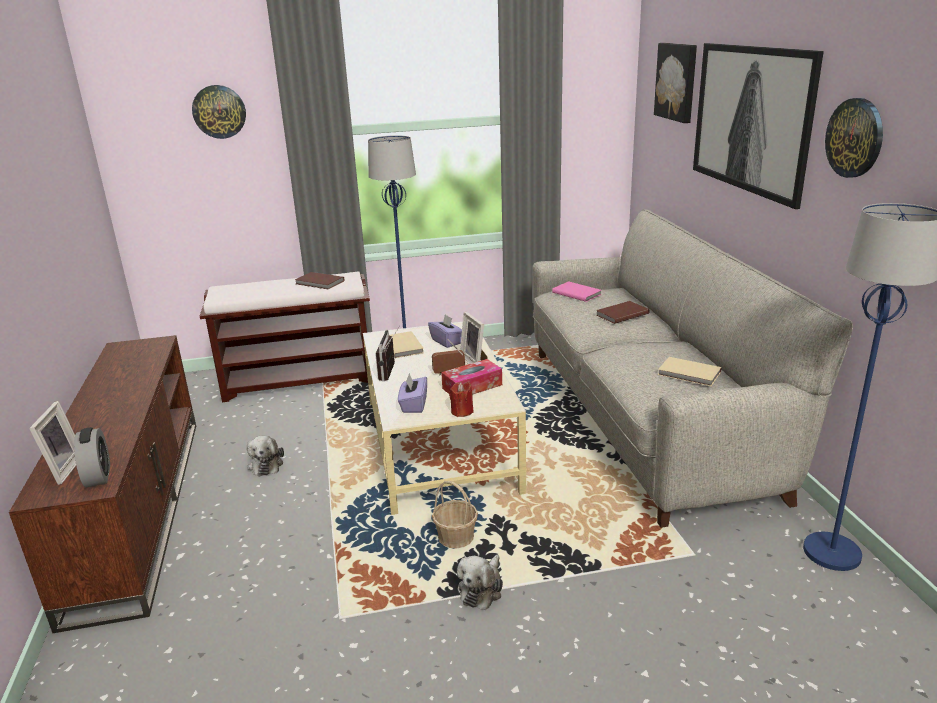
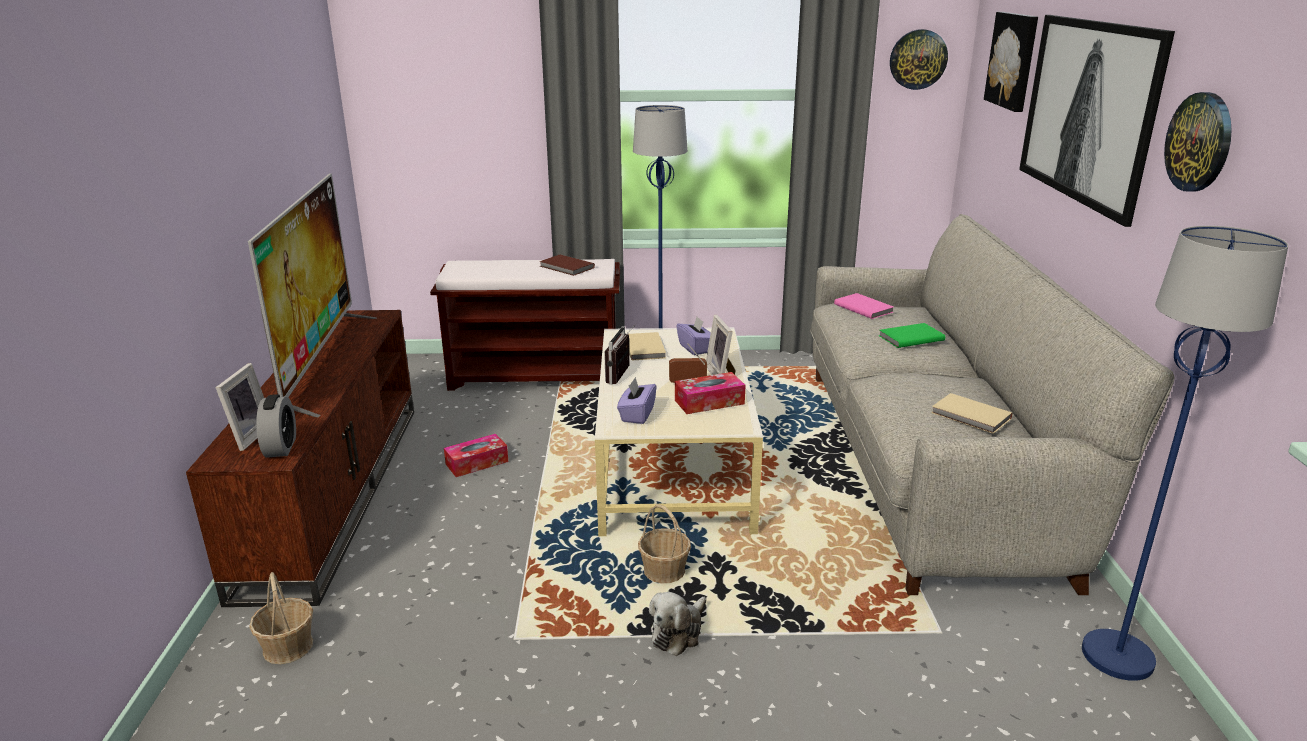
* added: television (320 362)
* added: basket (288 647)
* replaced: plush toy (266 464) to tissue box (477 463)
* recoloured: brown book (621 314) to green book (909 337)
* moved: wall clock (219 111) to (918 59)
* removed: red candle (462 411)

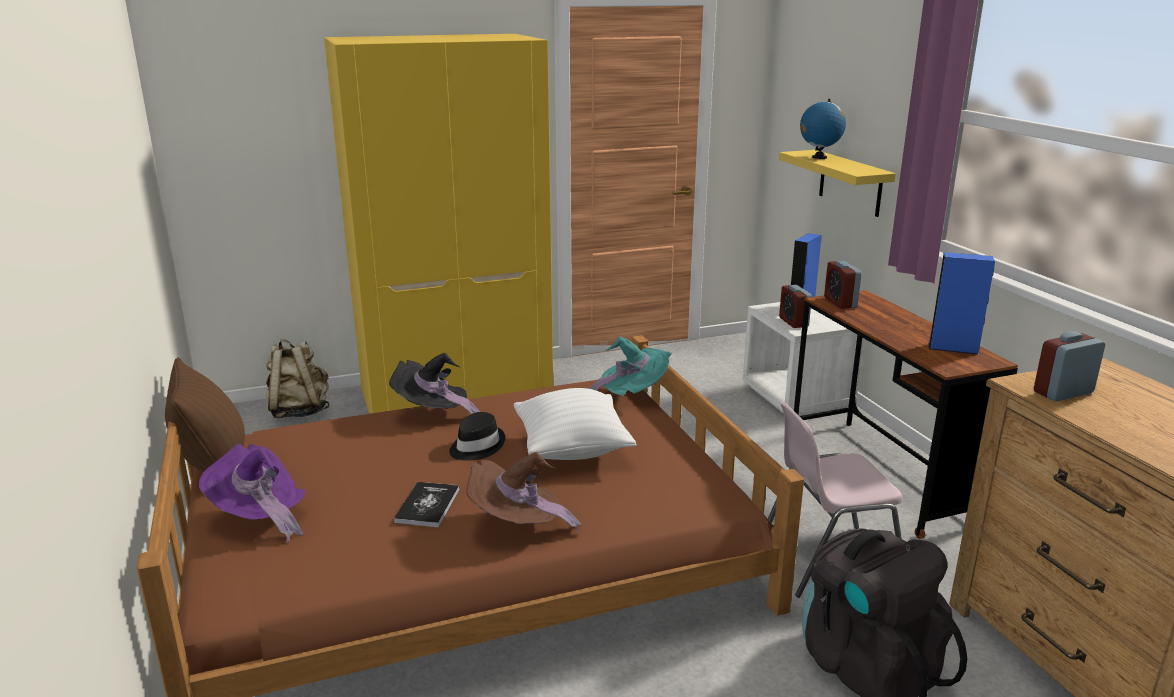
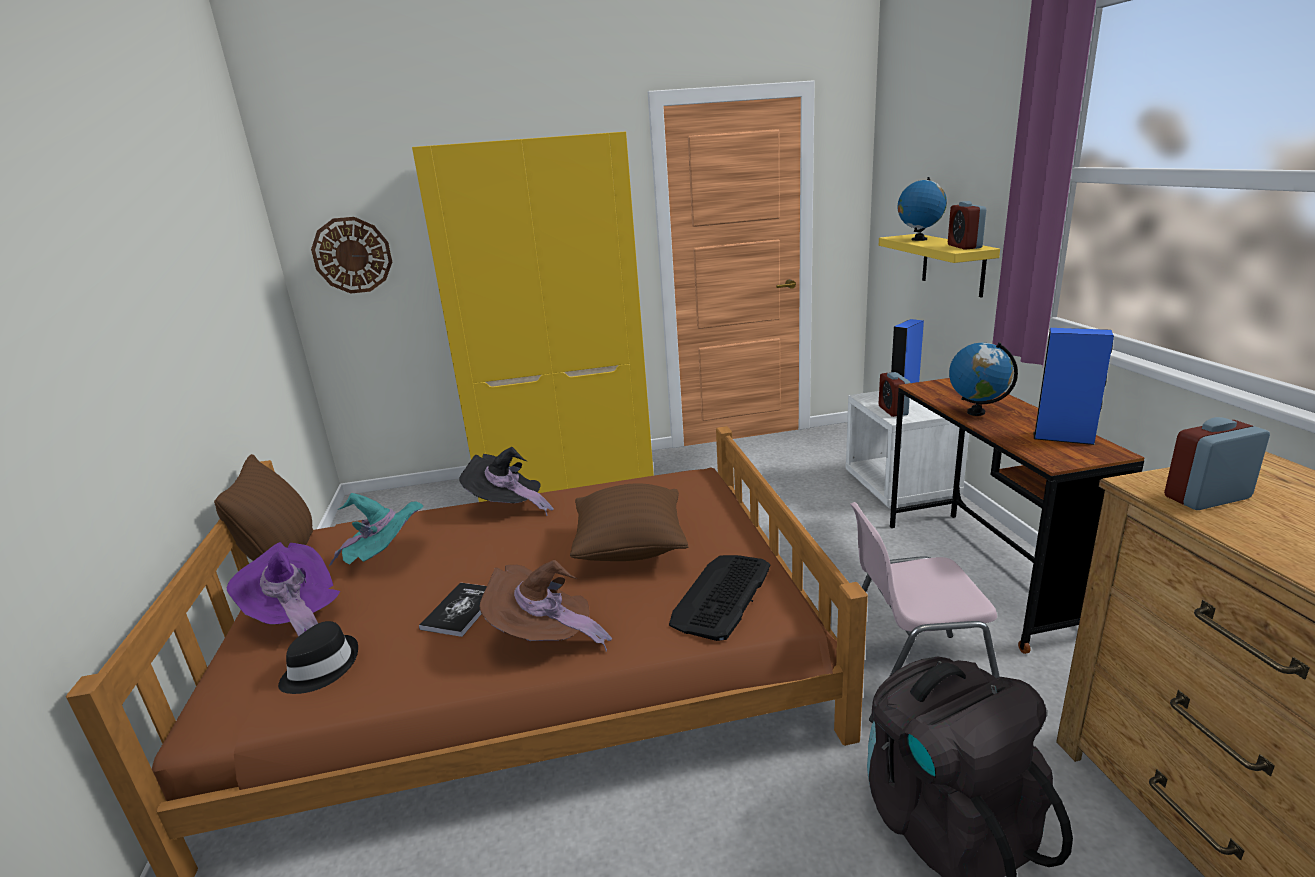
* moved: black hat (476 446) to (321 668)
* added: wall clock (352 255)
* moved: turquoise hat (632 395) to (386 558)
* recoloured: white pillow (572 450) to brown pillow (630 549)
* added: keyboard (721 596)
* moved: alarm clock (840 302) to (964 246)
* added: globe (976 412)
* removed: beige backpack (299 411)

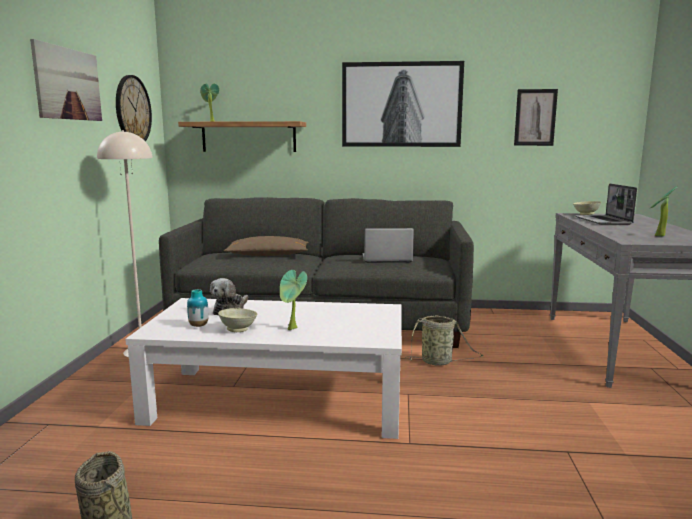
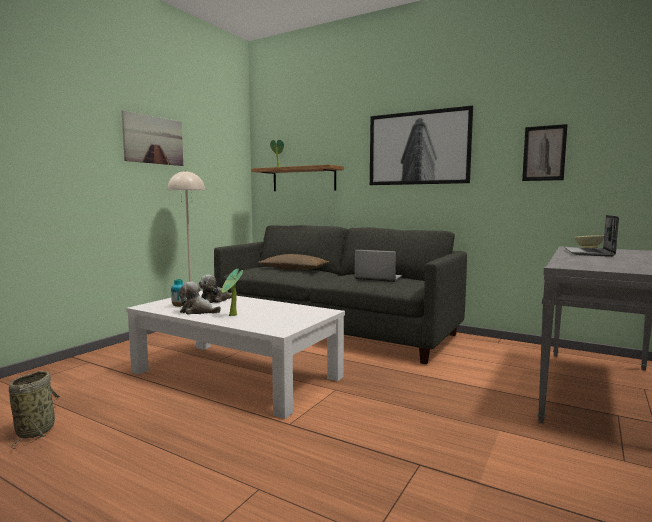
* replaced: beige bowl (239 330) to plush toy (198 311)
* removed: wall clock (132 110)
* removed: basket (438 362)
* removed: potted plant (658 236)

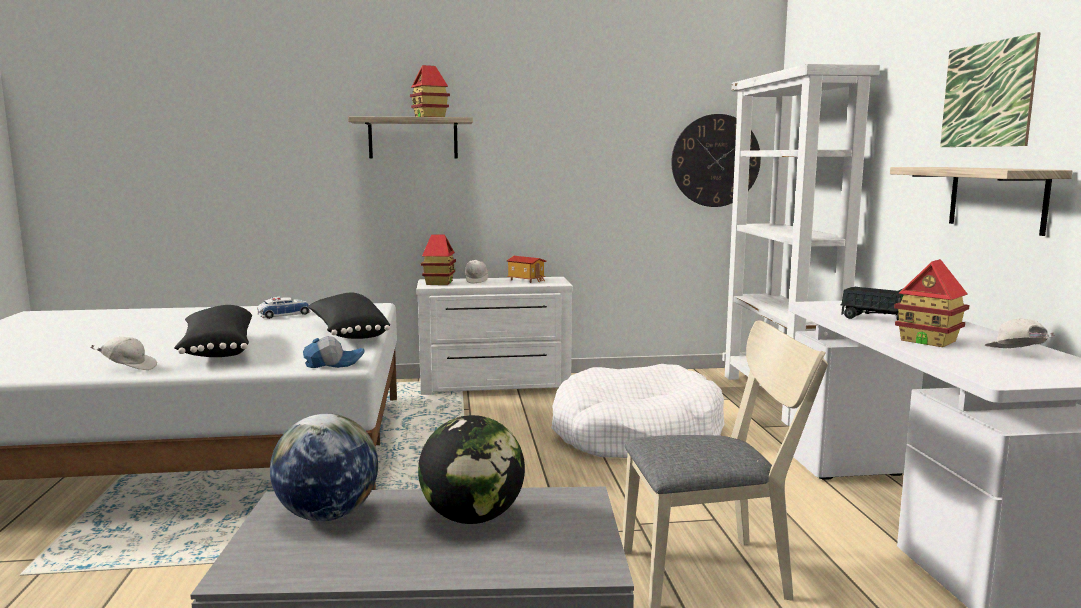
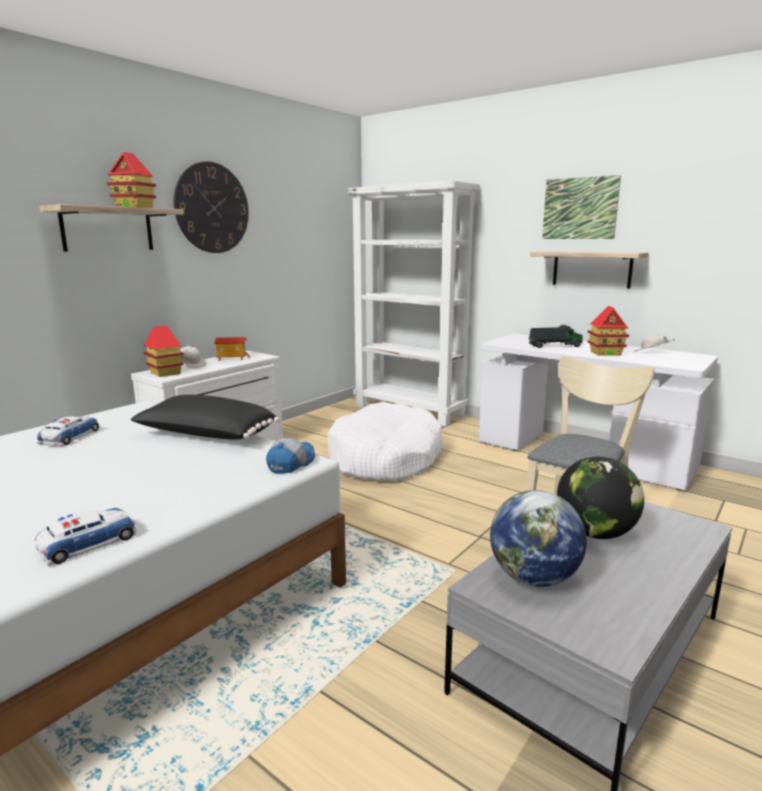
* replaced: white cap (129 368) to toy car (87 543)
* moved: wall clock (715 160) to (212 208)
* removed: black pillow (216 350)

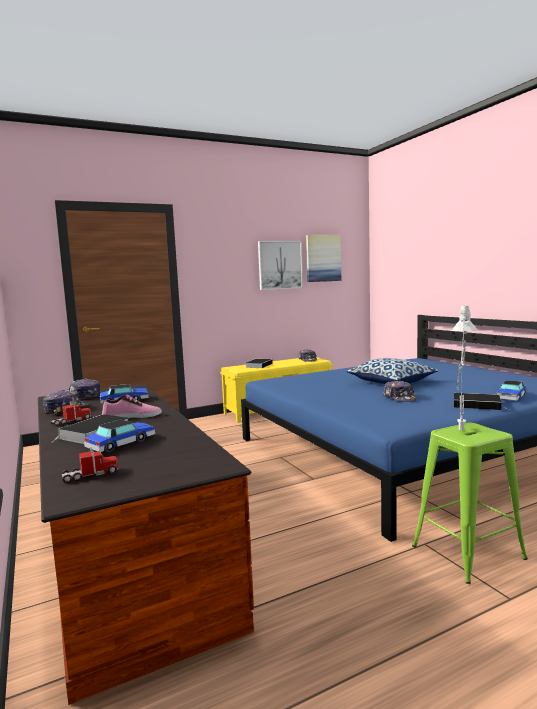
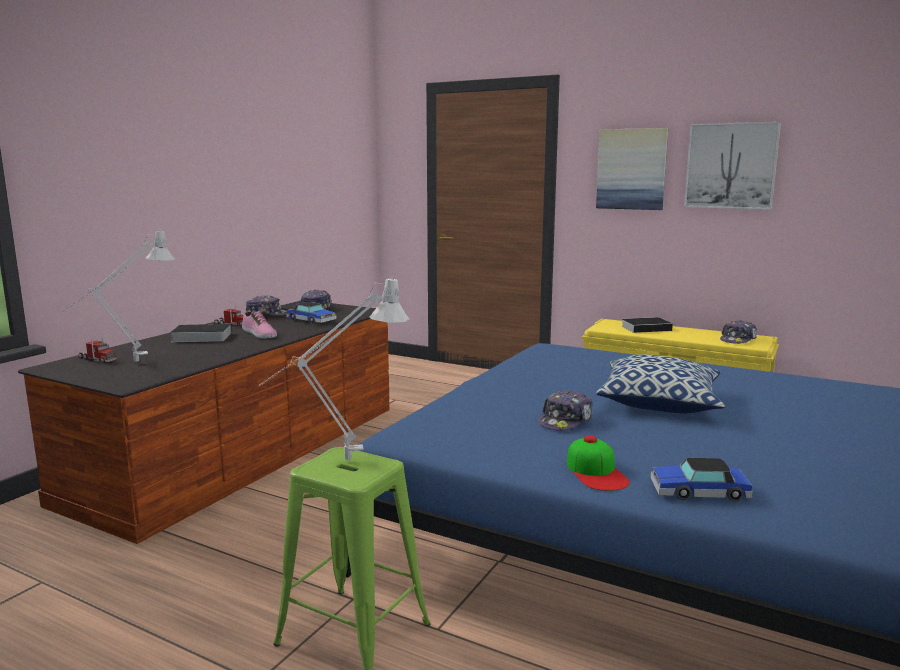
* added: grey table lamp (129 364)
* replaced: book (478 405) to cap (596 472)
* moved: picture (323 258) to (631 169)
* removed: toy car (121 443)

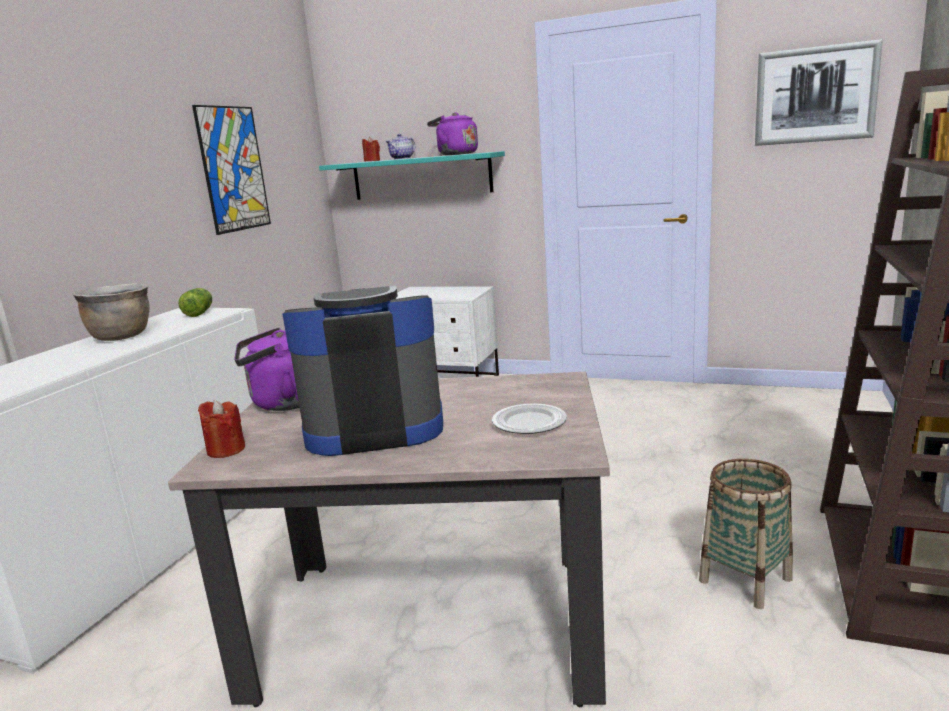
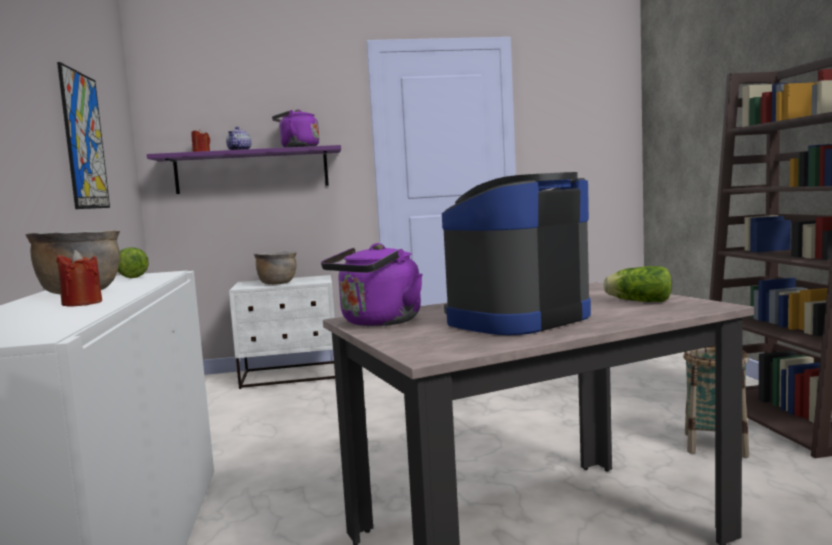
* moved: red candle (226 450) to (82 303)
* recoloured: turquoise shelf (421 177) to purple shelf (252 171)
* added: brown cooking pot (277 283)
* replaced: plate (529 423) to lettuce (637 301)
* removed: picture (815 95)

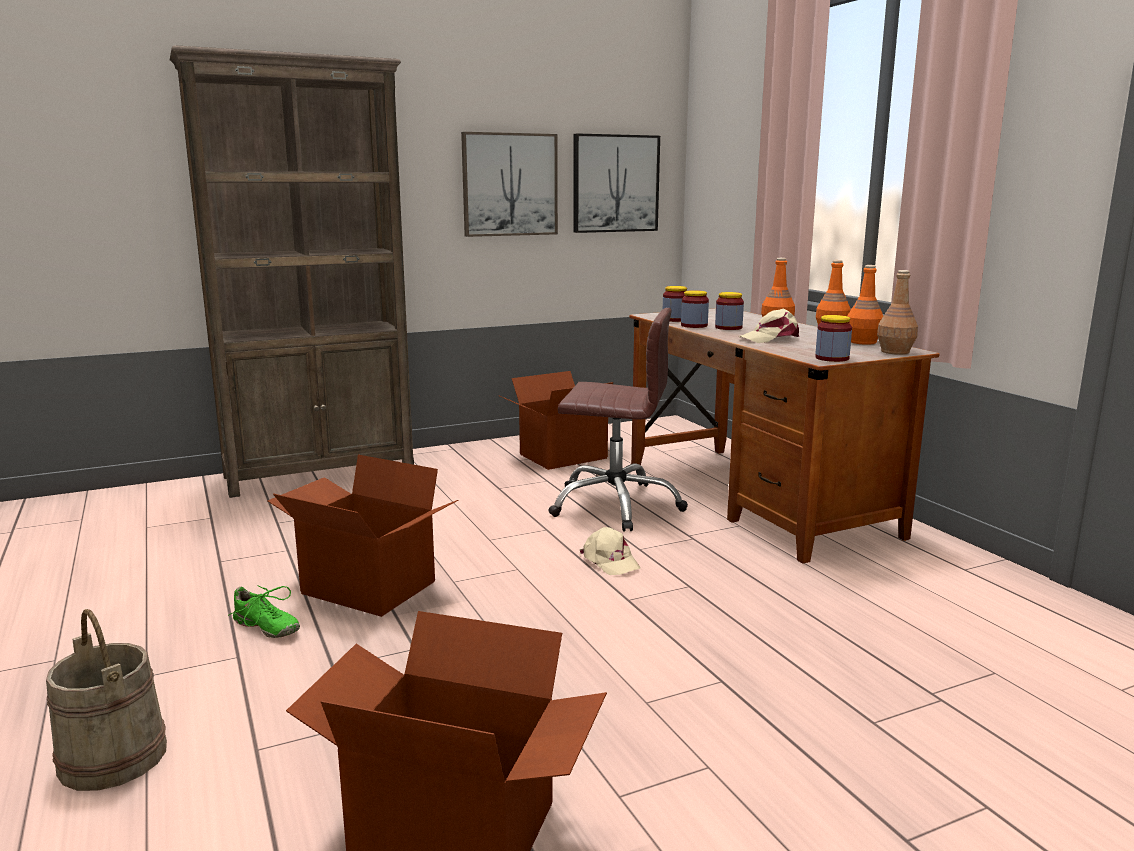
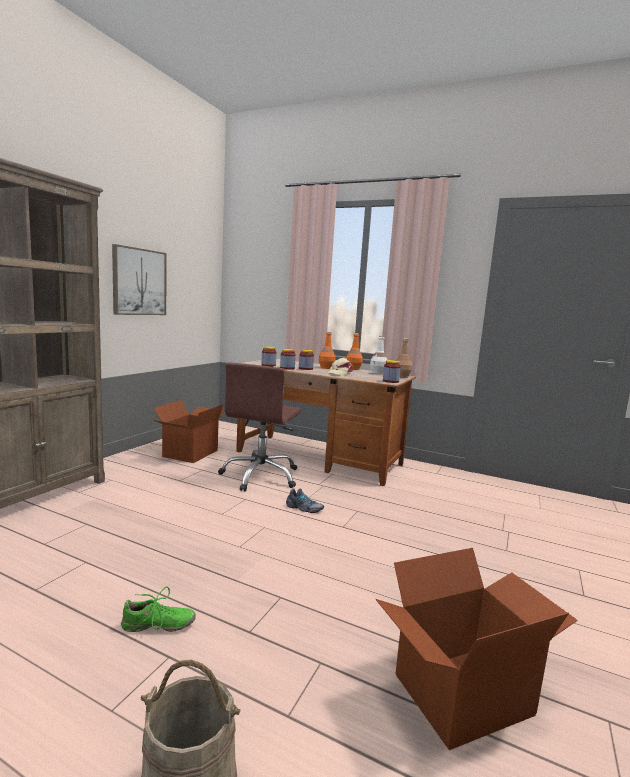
* turned: brown office chair (616 505) = (261 476) 135 degrees clockwise
* replaced: beige cap (610 561) to shoe (304 508)
* recoloured: orange bottle (863 342) to white bottle (378 373)
* removed: cardboard box (366 588)
* removed: picture (615 183)

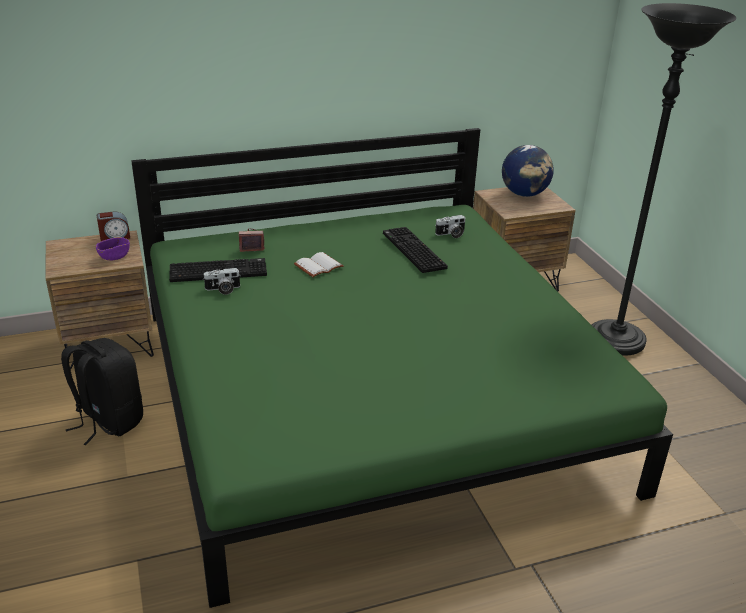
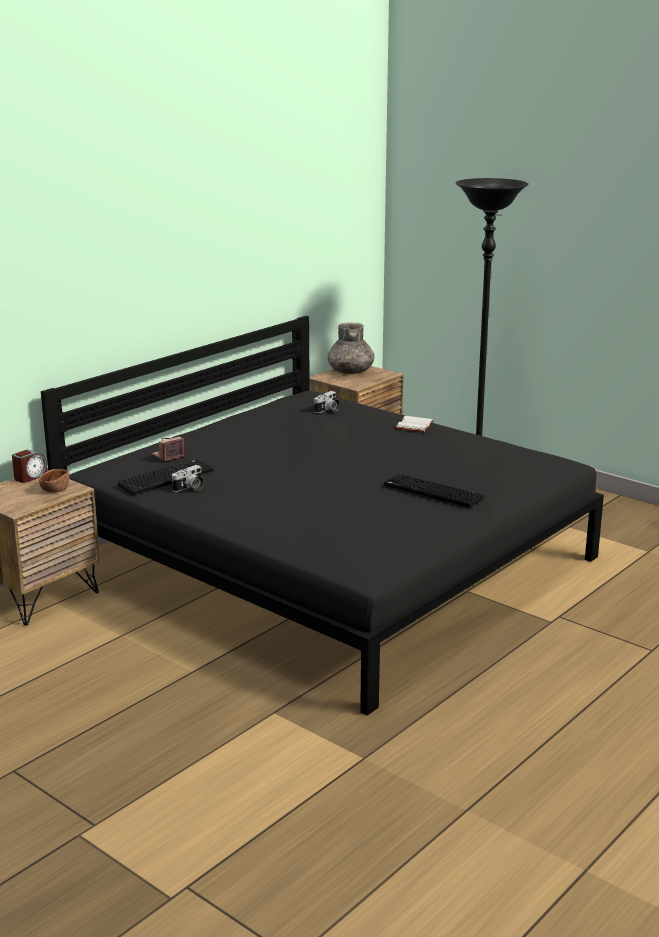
* recoloured: purple bowl (114 256) to brown bowl (55 489)
* recoloured: green bed (371 395) to black bed (330 561)
* replaced: globe (524 194) to grey vase (351 371)
* moved: keyboard (412 250) to (431 492)
* moved: white book (318 265) to (413 425)
* removed: black backpack (108 421)

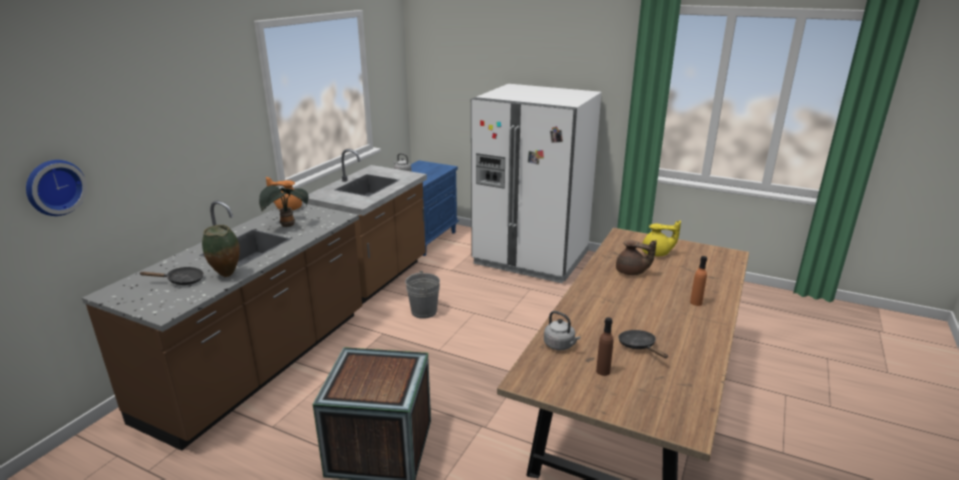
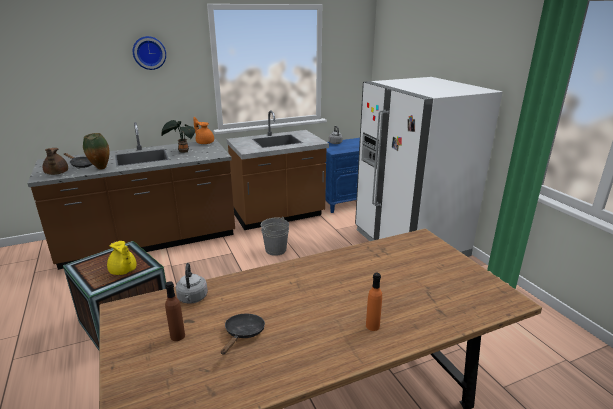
* moved: brown teapot (631 272) to (56 173)
* moved: yellow teapot (657 253) to (123 271)
* moved: wall clock (54 187) to (149 53)

